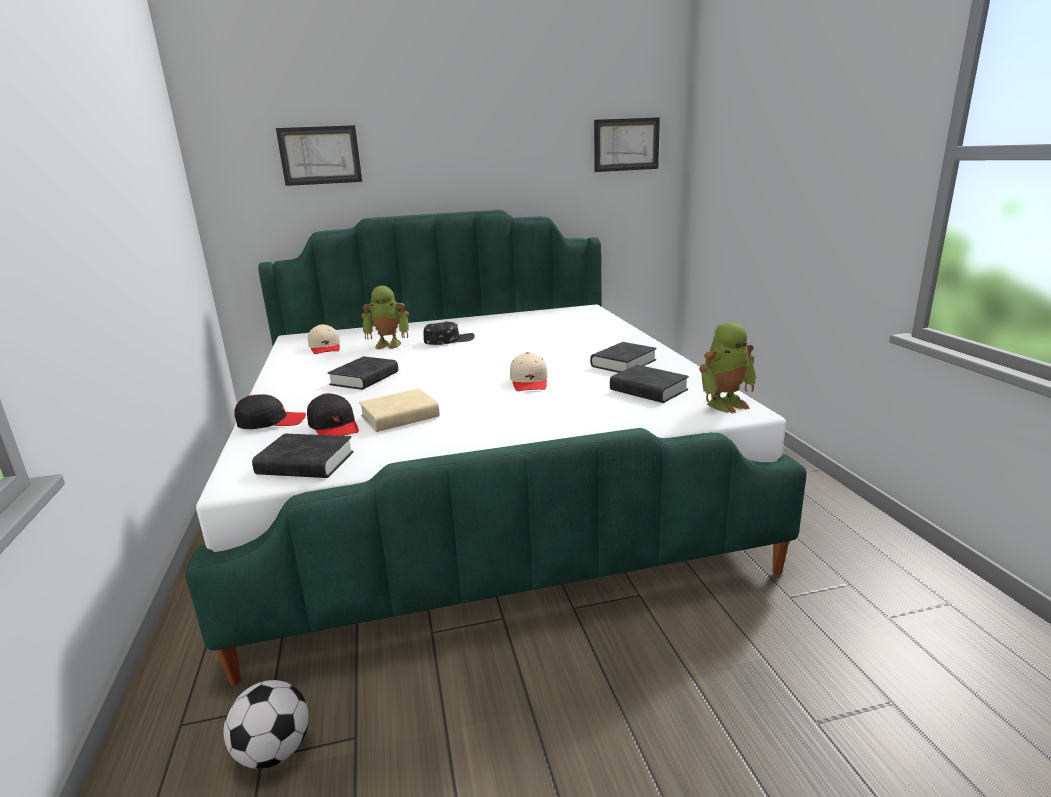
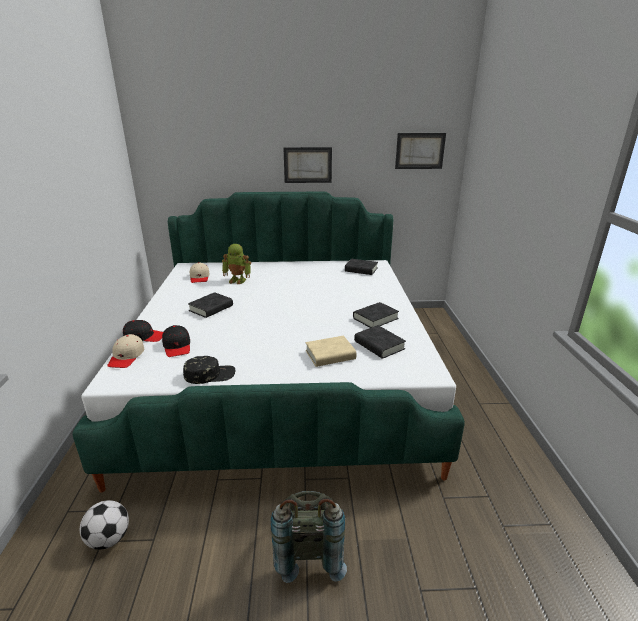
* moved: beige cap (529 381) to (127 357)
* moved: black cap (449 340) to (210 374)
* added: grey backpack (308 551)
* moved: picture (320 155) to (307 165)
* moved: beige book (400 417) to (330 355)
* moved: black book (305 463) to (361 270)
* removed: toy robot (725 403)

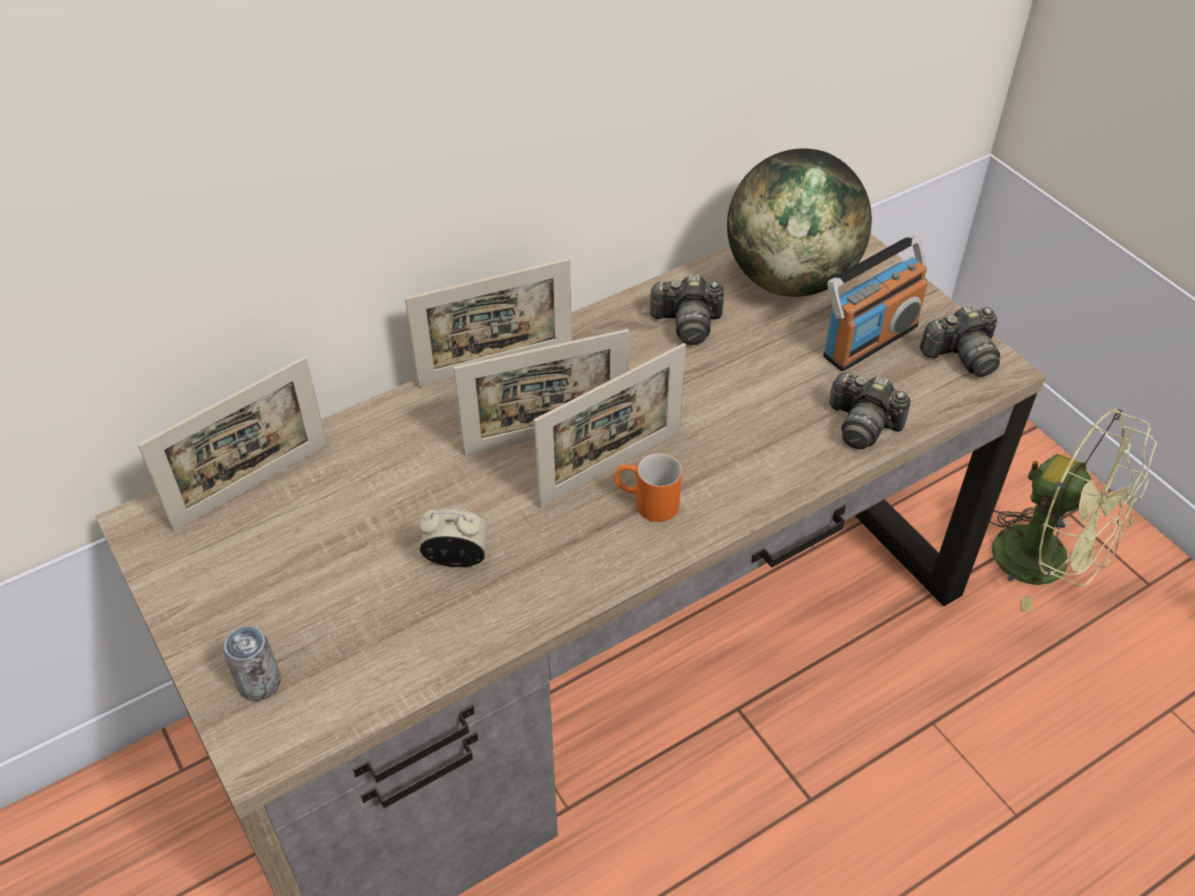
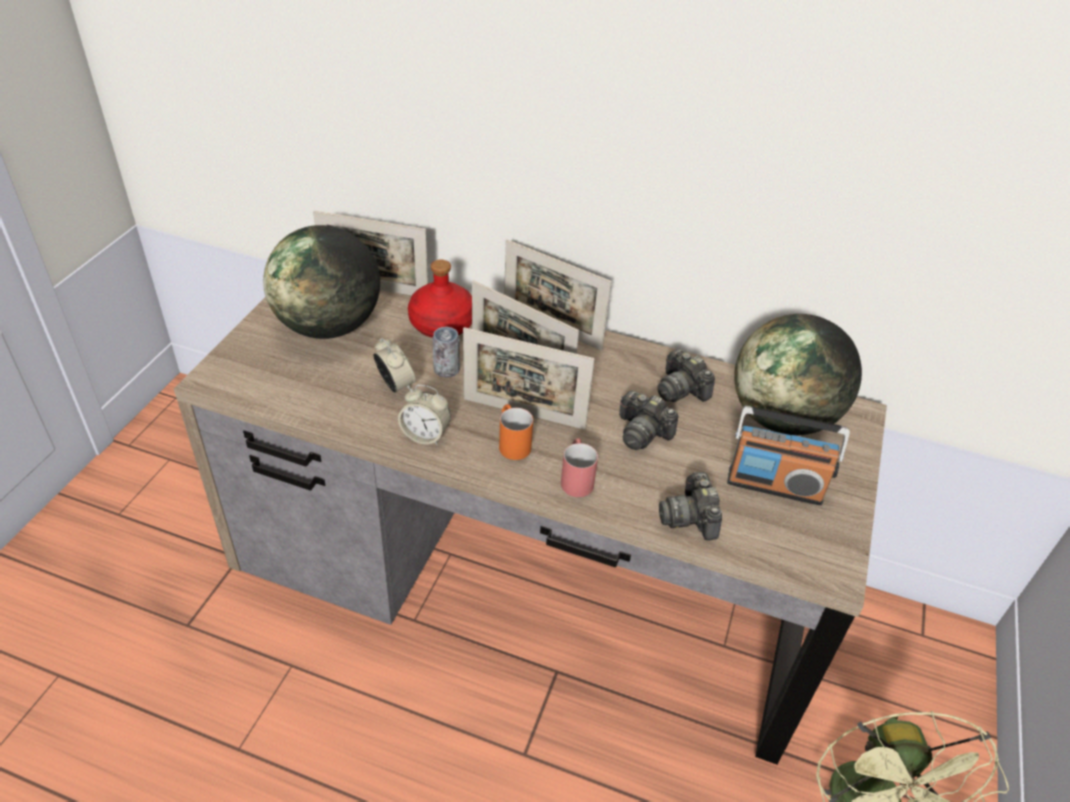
* added: globe (329 327)
* added: alarm clock (425 435)
* added: red bottle (443 324)
* moved: can (259 683) to (446 370)
* added: red mug (576 477)
* moved: photo camera (961 355) to (642 432)

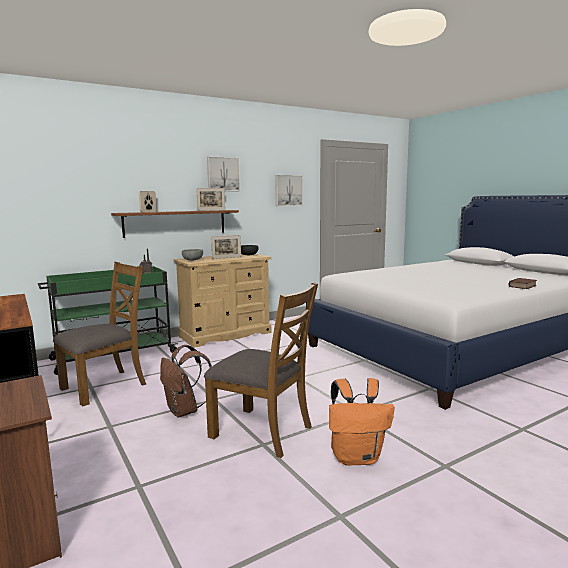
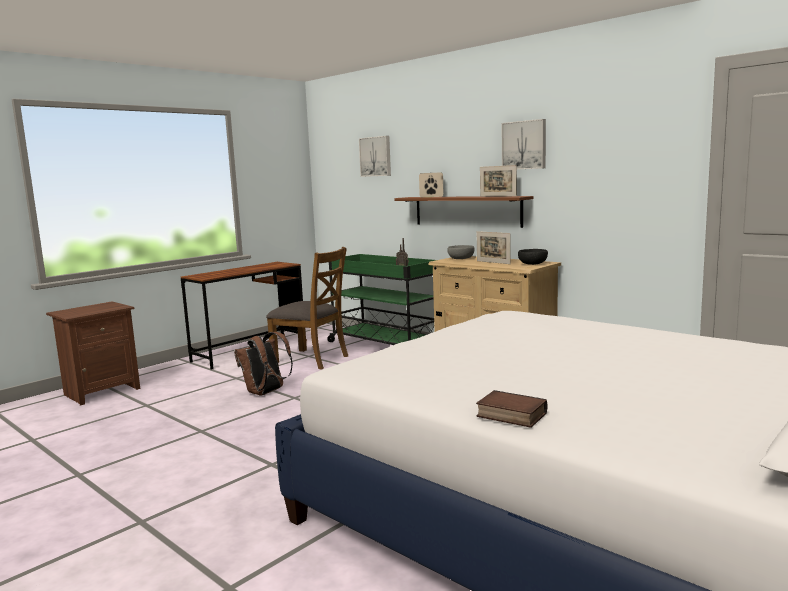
* moved: picture (288 190) to (376 156)
* removed: brown chair (262 431)
* removed: orange backpack (357 457)

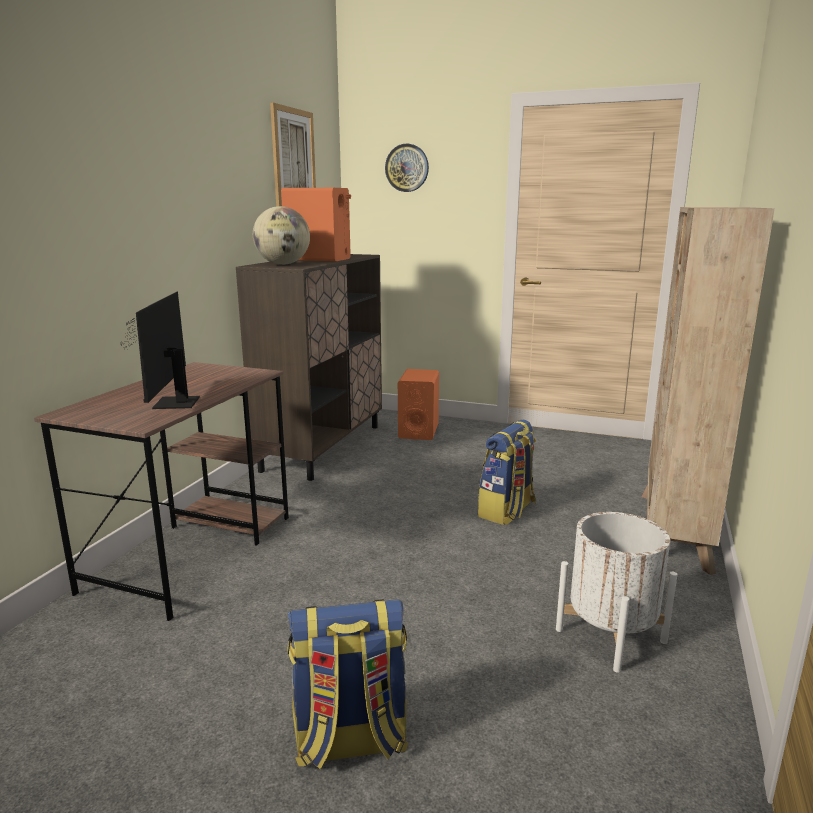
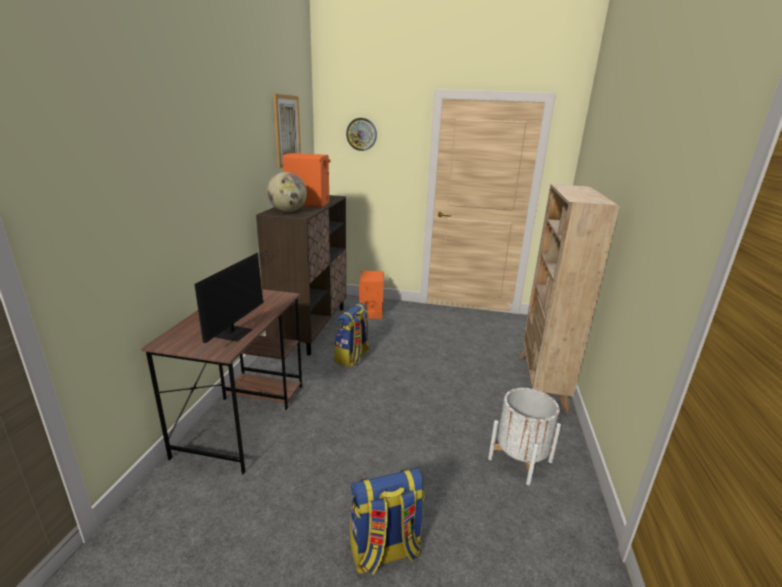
* turned: monitor (172 405) = (237 331) 150 degrees counterclockwise
* moved: backpack (507 511) to (352 357)

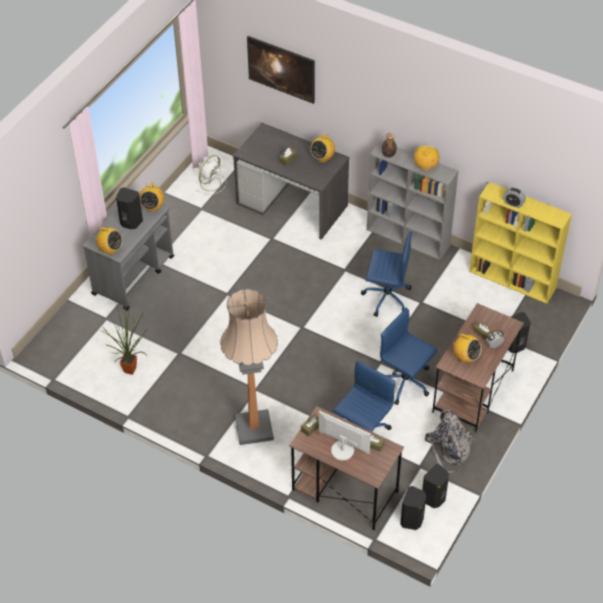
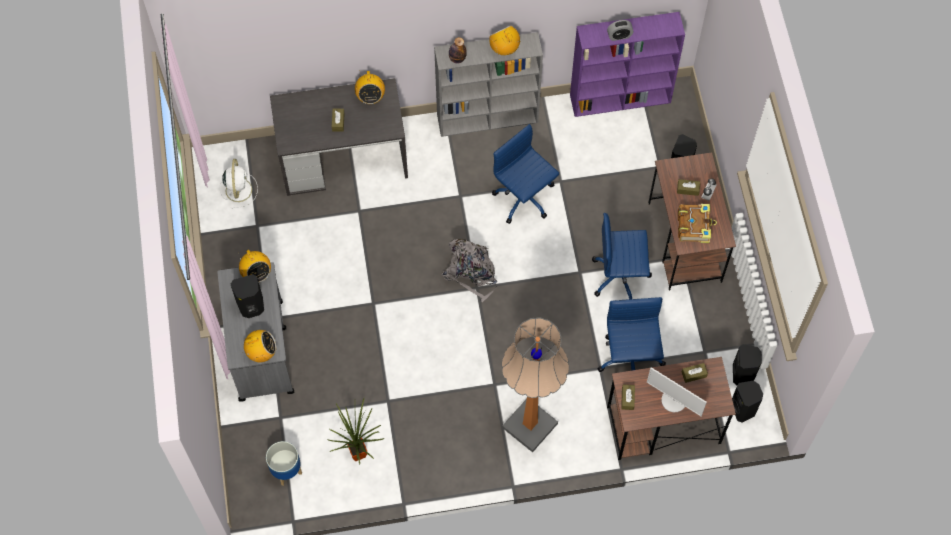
* added: planter (286 471)
* moved: grey backpack (449 449) to (471 273)
* turned: blue office chair (386 297) = (524 198) 105 degrees counterclockwise
* recoloured: yellow bookcase (513 280) to purple bookcase (621 98)
* turned: monitor (342 450) = (674 400) 135 degrees counterclockwise
* replaced: radio (465 357) to book (694 225)
* removed: picture (281 79)

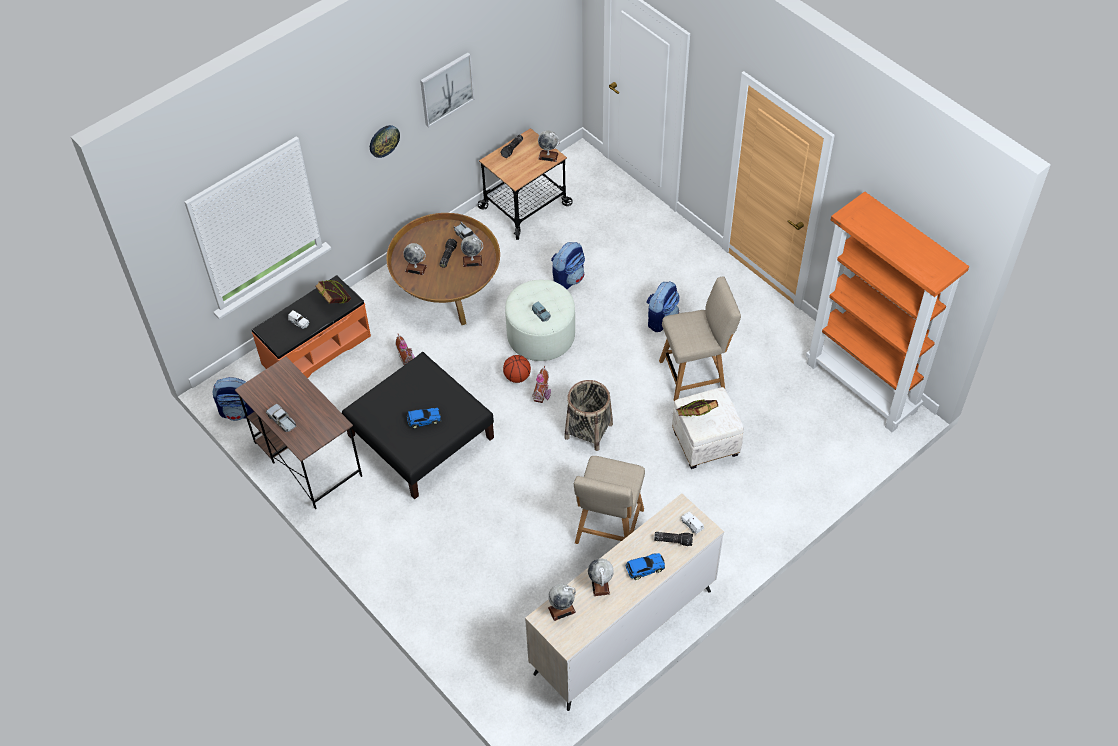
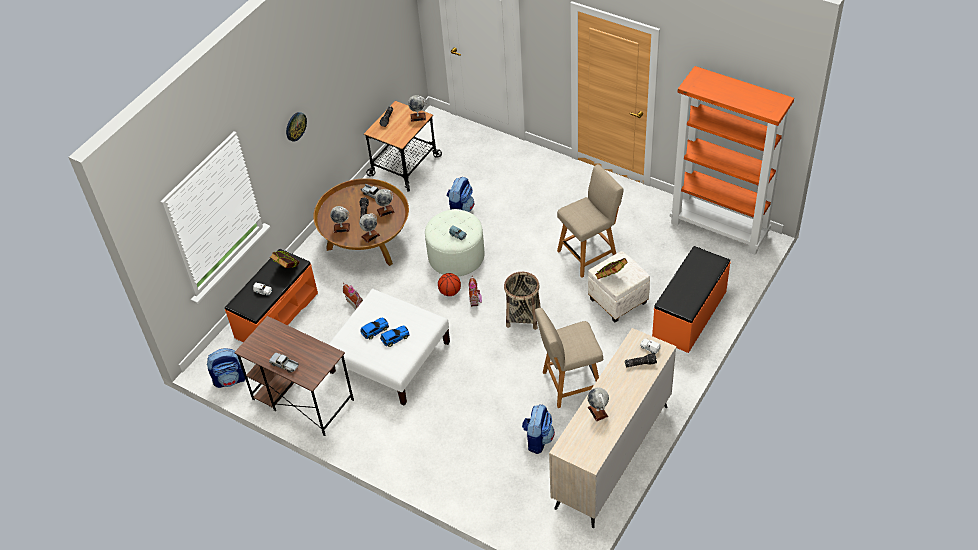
* recoloured: black ottoman (420 437) to white ottoman (389 357)
* moved: globe (562 610) to (370 236)
* moved: toy car (644 568) to (374 330)
* moved: backpack (661 319) to (537 439)
* turned: beige chair (608 529) = (569 384) 75 degrees clockwise
* added: orange bench (690 314)
* removed: picture (446 88)

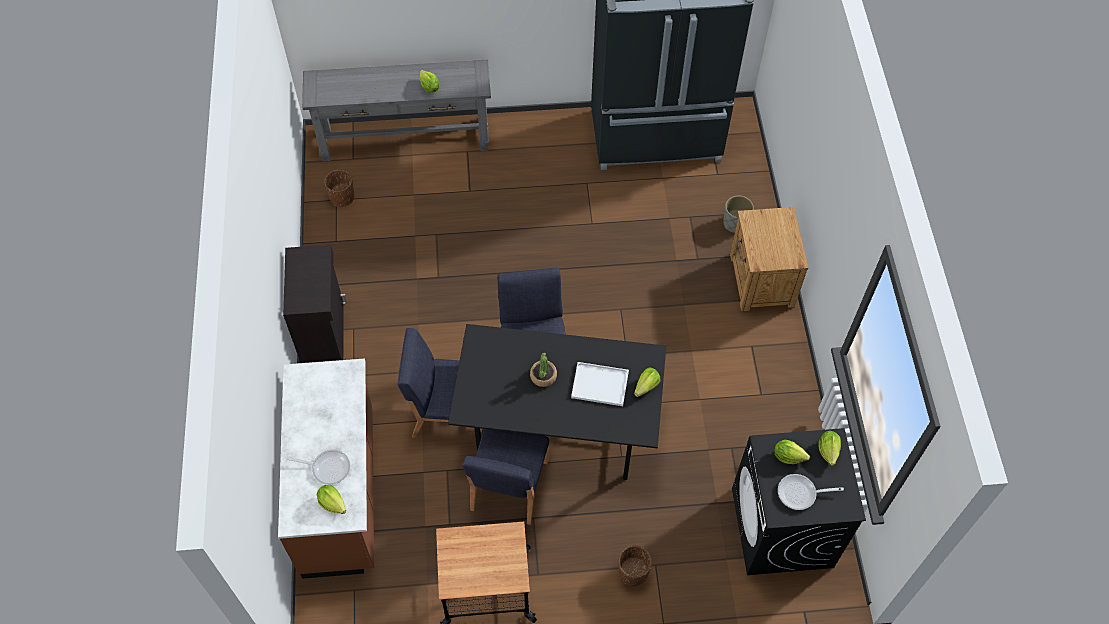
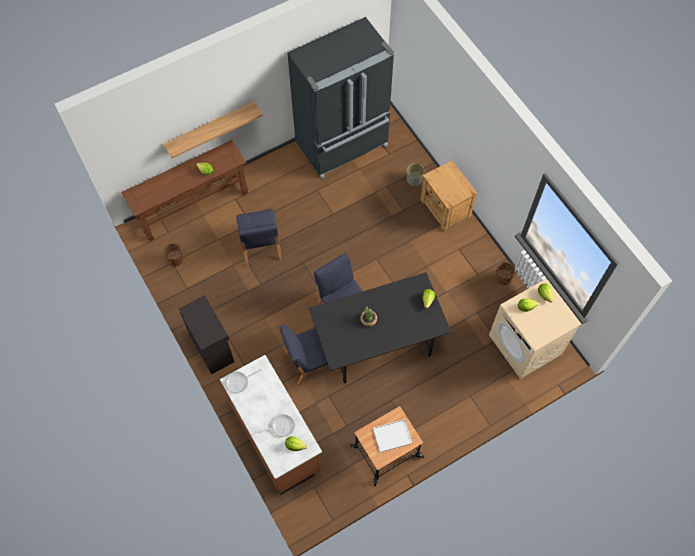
* recoloured: grey console table (405 139) to brown console table (193 206)
* added: shelf (210 127)
* moved: frying pan (800 494) to (239 382)
* moved: blue chair (508 486) to (260 246)
* moved: white tray (601 384) to (393 435)
* recoloured: black washing machine (782 528) to beige washing machine (525 345)
* moved: brown planter (632 573) to (502 278)

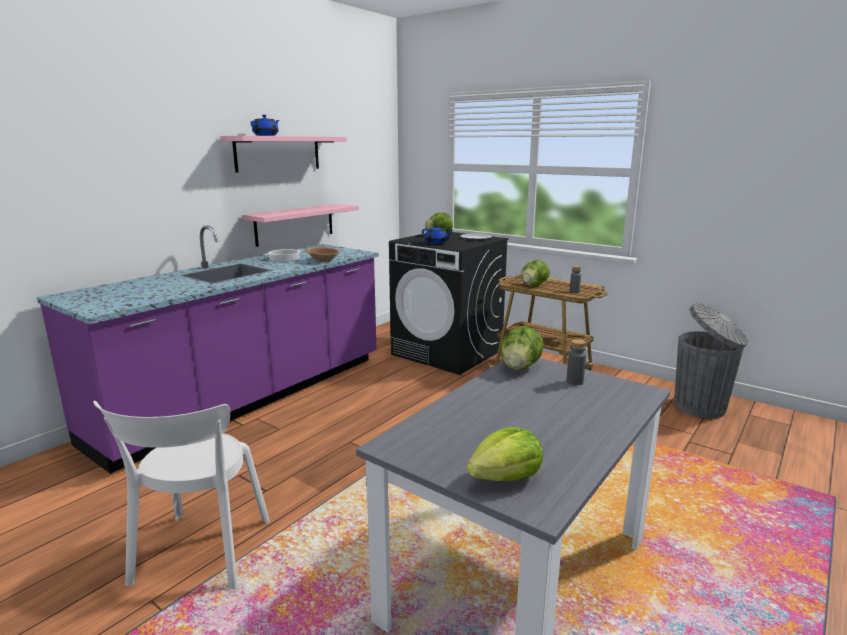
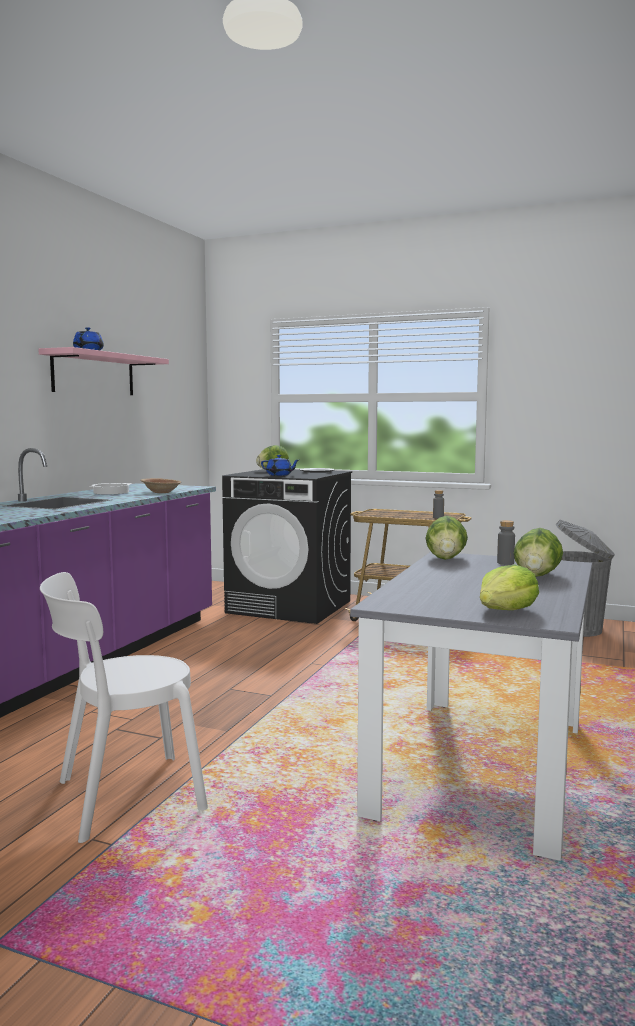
* turned: white chair (200 555) = (122 796) 75 degrees clockwise
* moved: lettuce (533 285) to (537 576)
* removed: pink shelf (295 224)

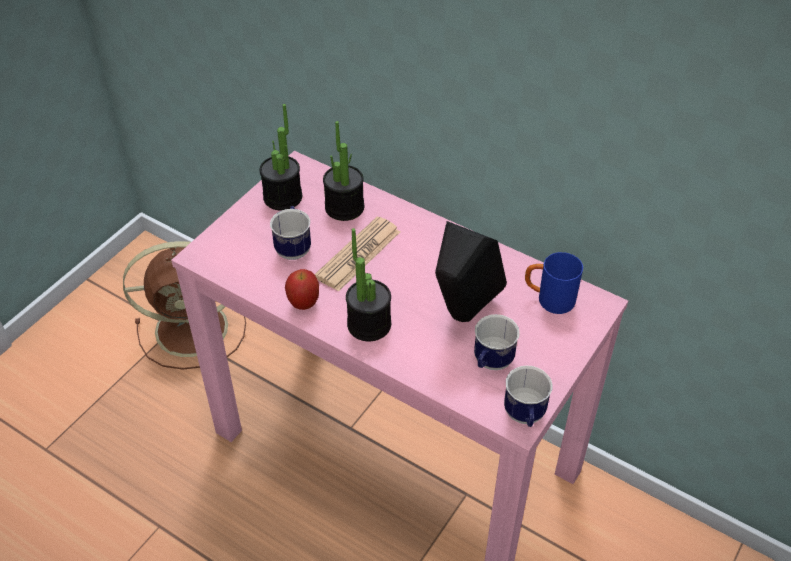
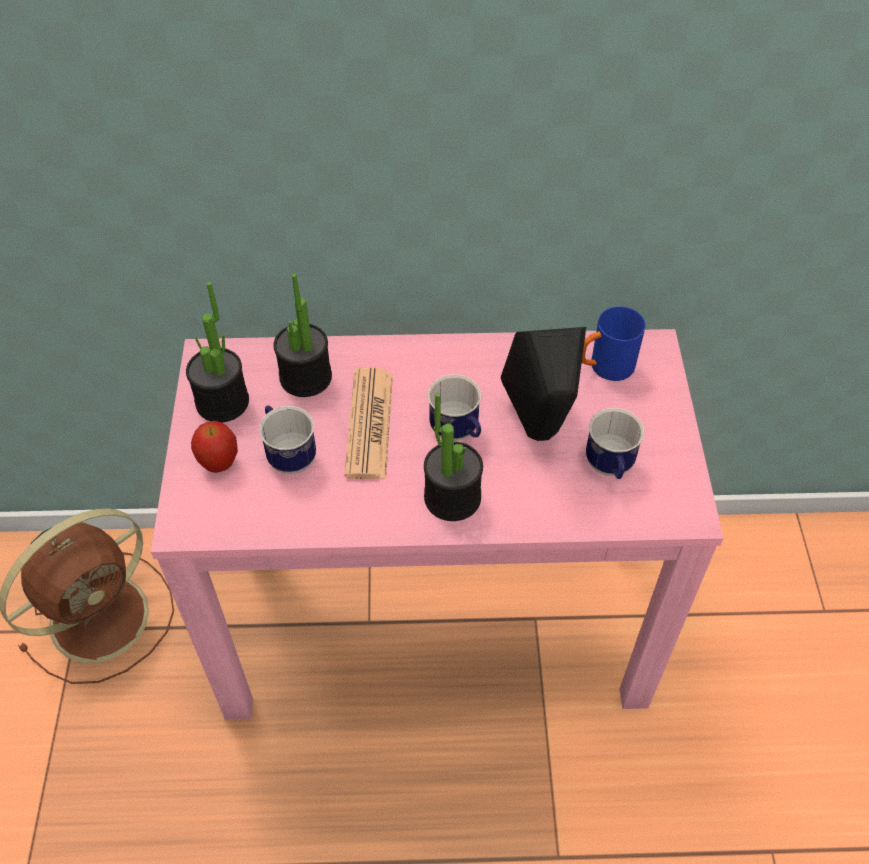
* moved: apple (304 304) to (219 463)
* moved: mug (525 417) to (458 433)

